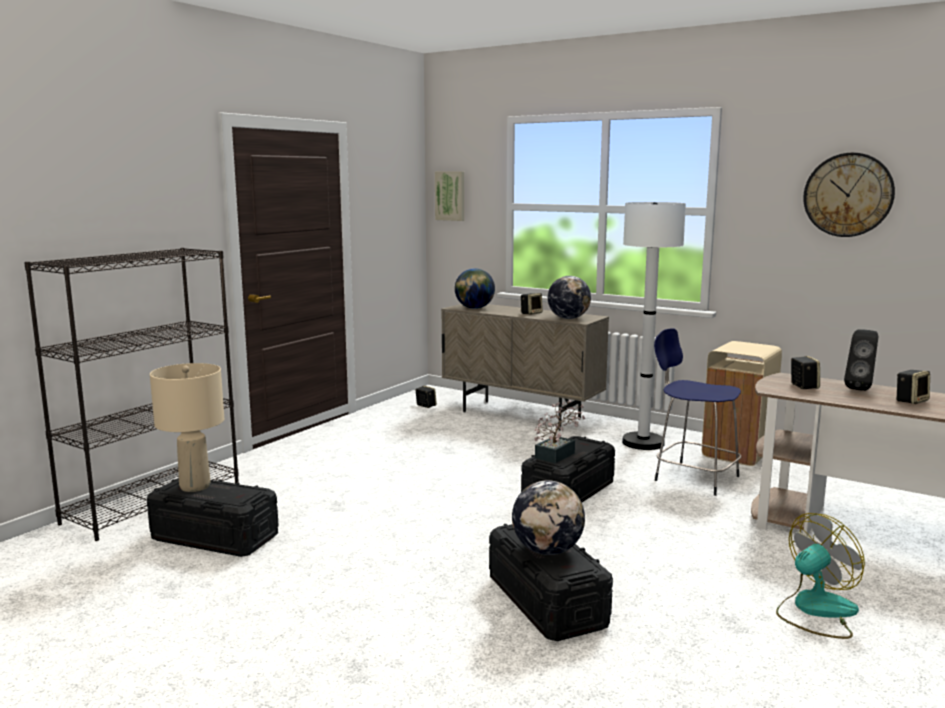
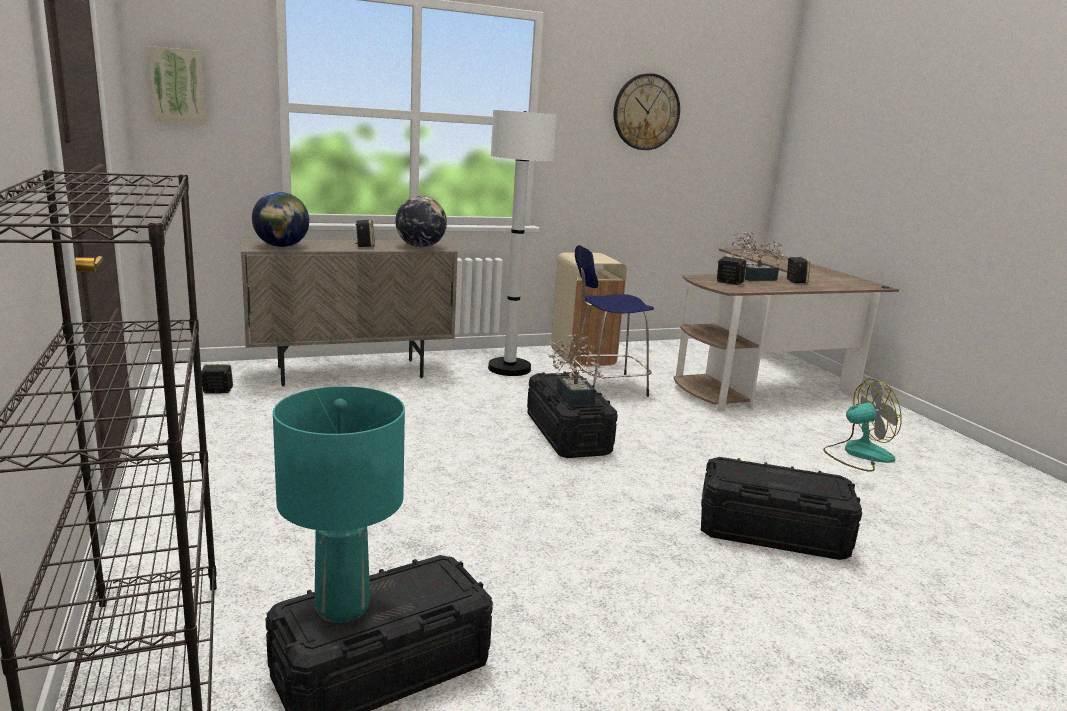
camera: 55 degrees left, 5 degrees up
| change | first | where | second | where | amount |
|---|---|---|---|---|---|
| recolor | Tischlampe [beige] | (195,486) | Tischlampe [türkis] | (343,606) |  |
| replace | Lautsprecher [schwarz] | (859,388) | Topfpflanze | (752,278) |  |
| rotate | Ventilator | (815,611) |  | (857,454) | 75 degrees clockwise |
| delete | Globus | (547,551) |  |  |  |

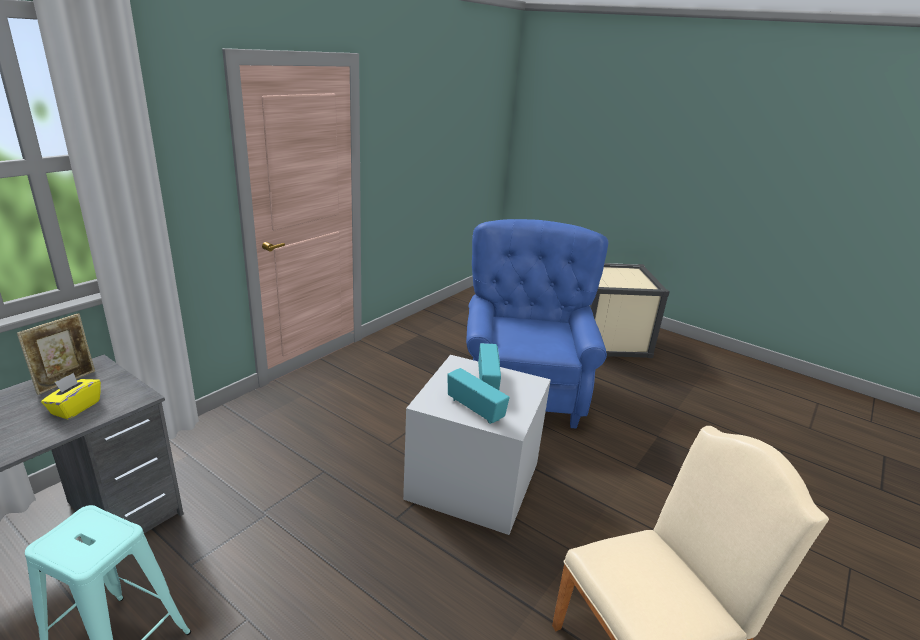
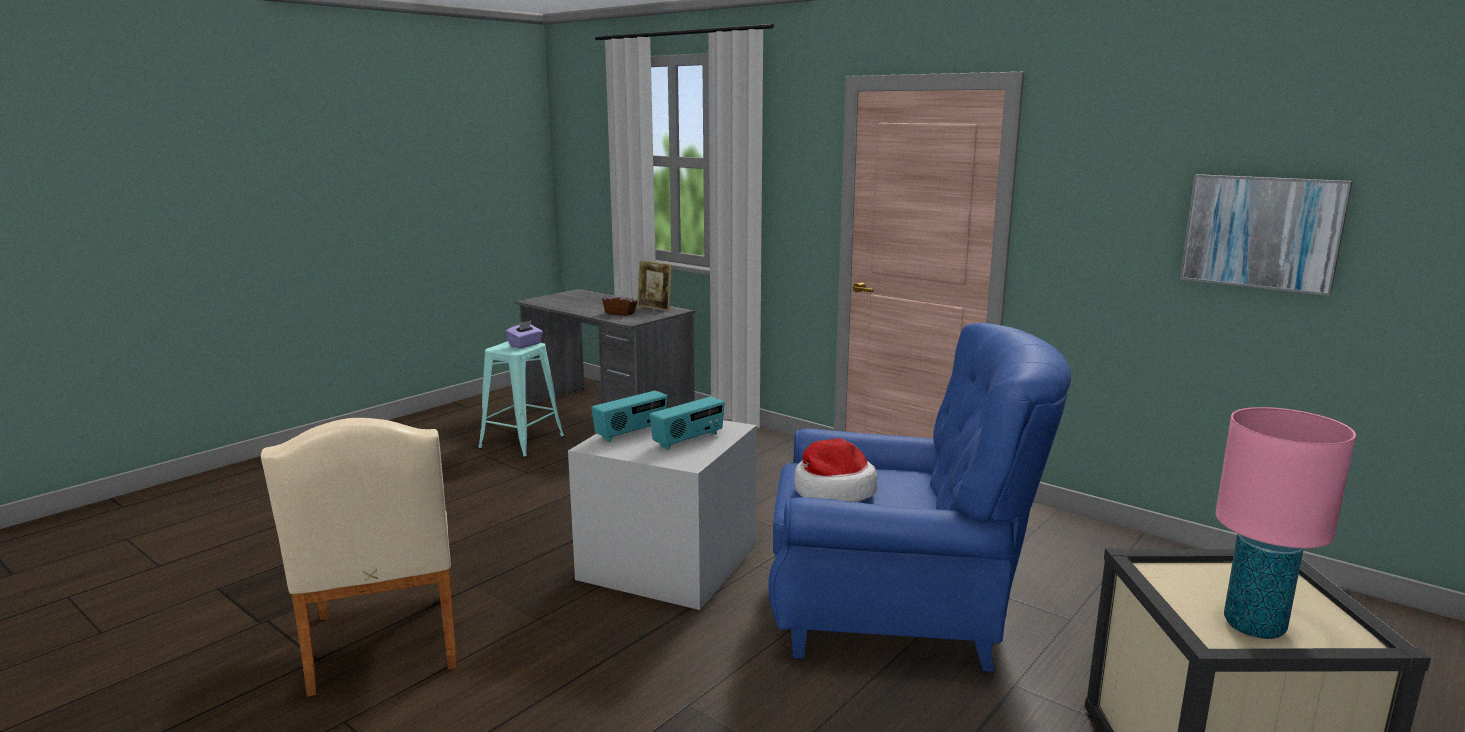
camera: 95 degrees right, 10 degrees down
| change | first | where | second | where | amount |
|---|---|---|---|---|---|
| insert |  |  | Taschentuchbox [lila] | (525,345) |  |
| recolor | Taschentuchbox [gelb] | (75,408) | Taschentuchbox [braun] | (620,313) |  |
| rotate | Radio | (488,382) |  | (688,440) | 45 degrees counterclockwise |
| insert |  |  | Hut | (833,491) |  |
| insert |  |  | Bild | (1261,232) |  |
| insert |  |  | Tischlampe [rosa] | (1254,626) |  |

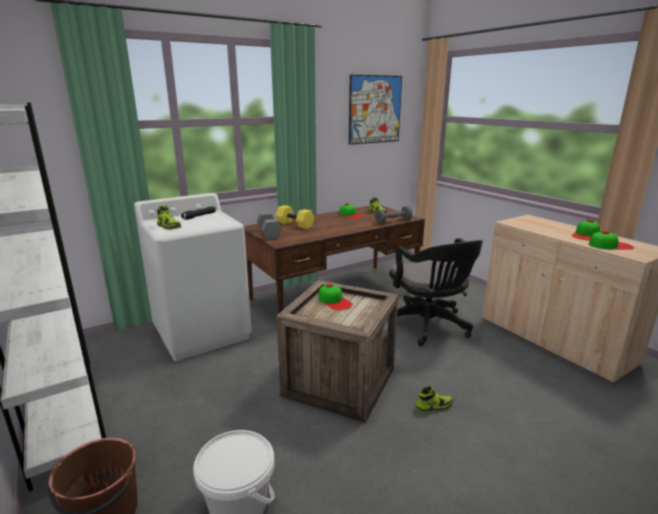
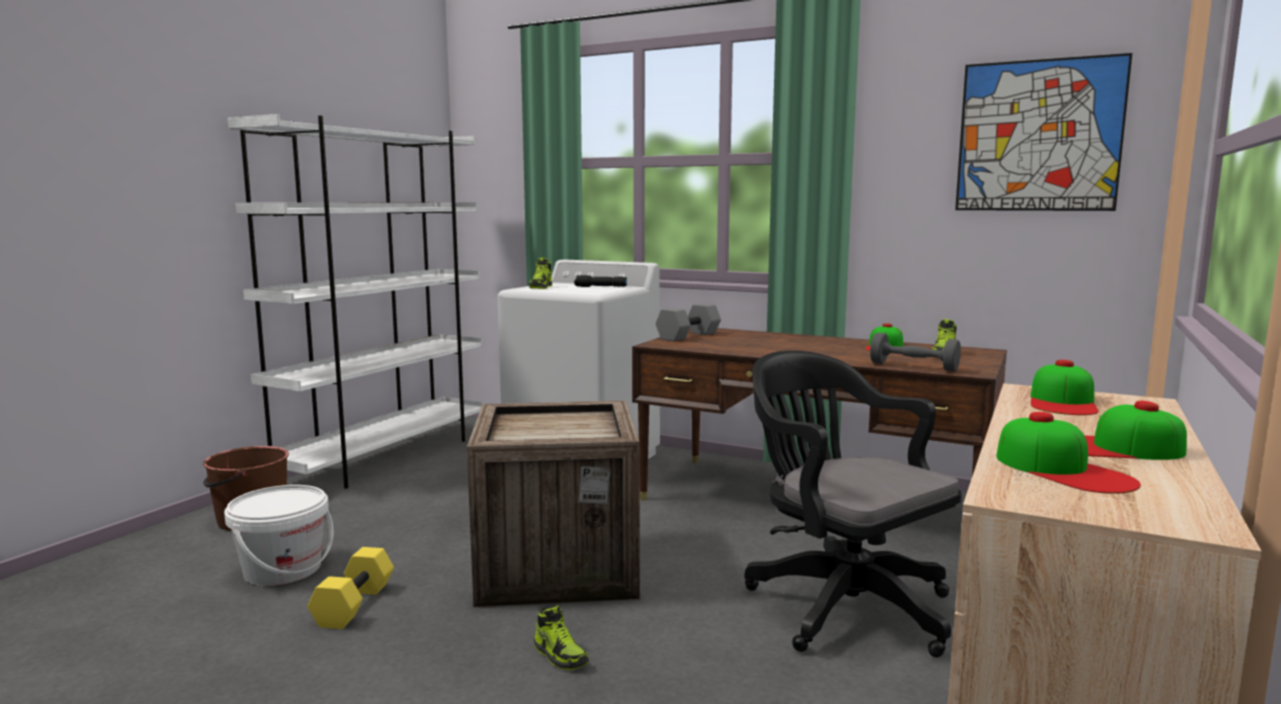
camera: 60 degrees right, 10 degrees down
| change | first | where | second | where | amount |
|---|---|---|---|---|---|
| move | Hantel [gelb] | (294,224) |  | (353,604) |  |
| rotate | Bürostuhl [schwarz] | (429,326) |  | (841,603) | 105 degrees clockwise |
| move | Kappe | (334,301) |  | (1063,402) |  |

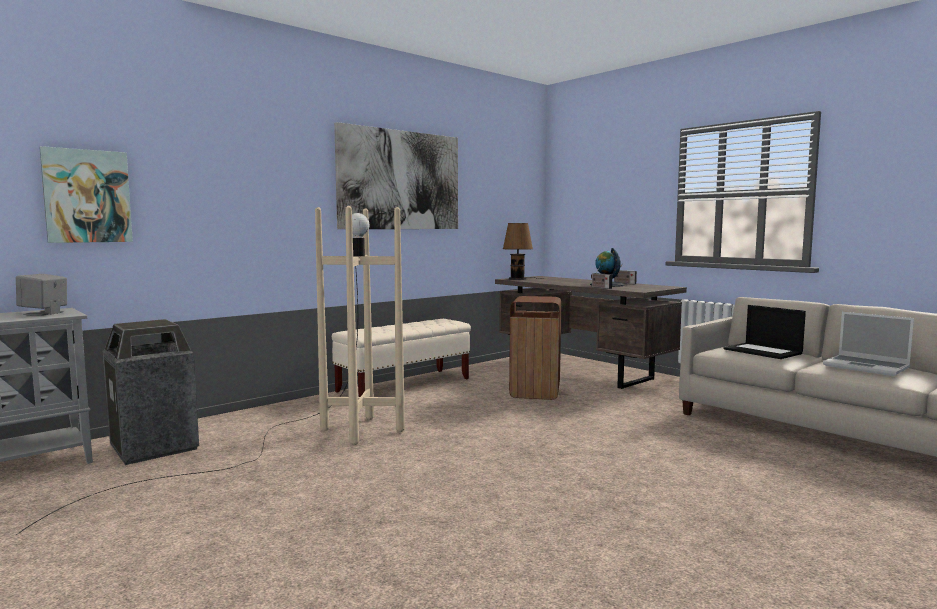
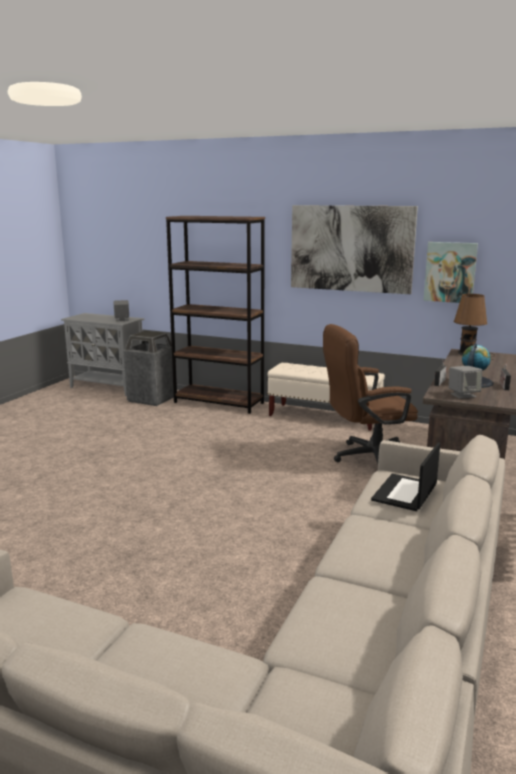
camera: 65 degrees right, 10 degrees up
| change | first | where | second | where | amount |
|---|---|---|---|---|---|
| insert |  |  | Bücherregal [braun] | (219,402) |  |
| replace | Mülleimer [braun] | (534,392) | Bürostuhl [braun] | (367,458) |  |
| move | Bild | (87,196) |  | (450,272) |  |
| insert |  |  | Lautsprecher [grau] | (463,395) |  |
| delete | Stehlampe [beige] | (296,445) |  |  |  |
| delete | Laptop | (867,367) |  |  |  |

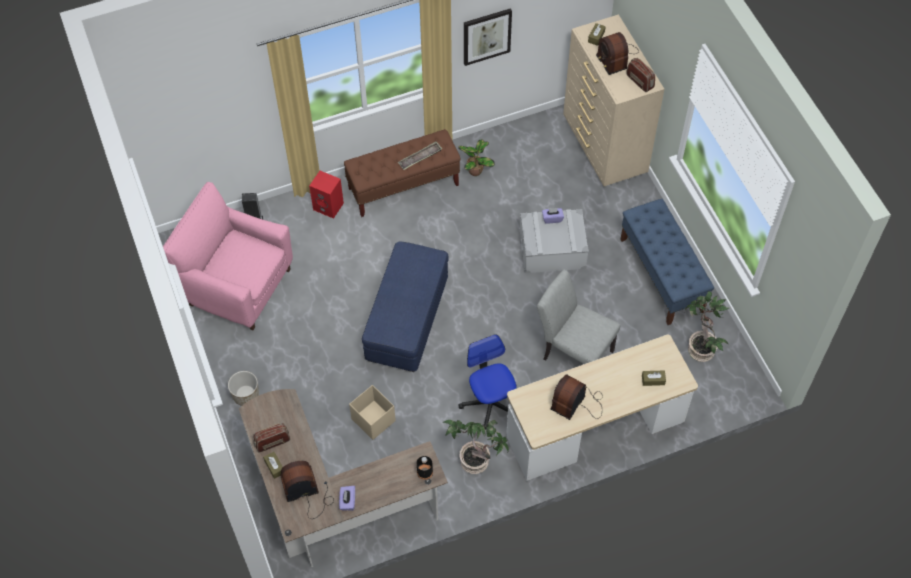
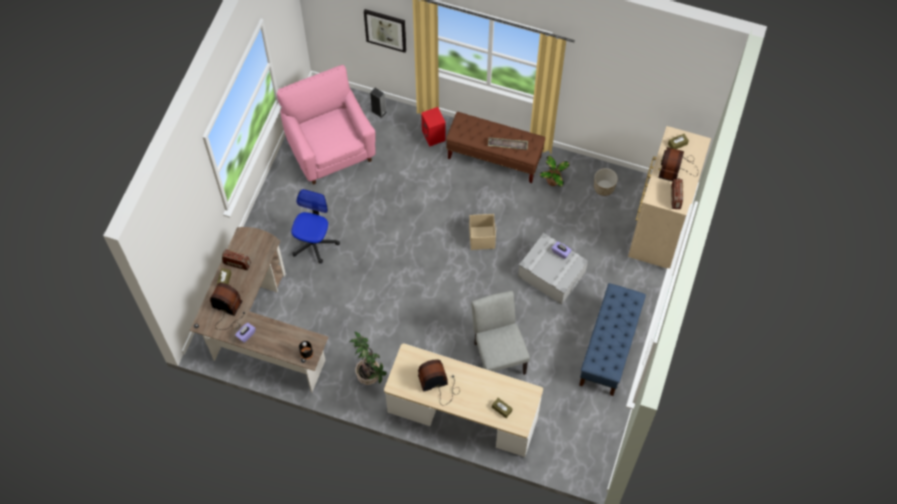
camera: 40 degrees right, 5 degrees up
| change | first | where | second | where | amount |
|---|---|---|---|---|---|
| move | Bürostuhl | (490,403) |  | (314,243) |  |
| move | Bild | (486,36) |  | (385,30) |  |
| move | Aufbewahrungsbox [beige] | (373,419) |  | (482,237) |  |
| move | Pflanzkübel | (246,395) |  | (604,187) |  |
| delete | Polsterhocker [blau] | (406,319) |  |  |  |
| delete | Topfpflanze | (699,350) |  |  |  |

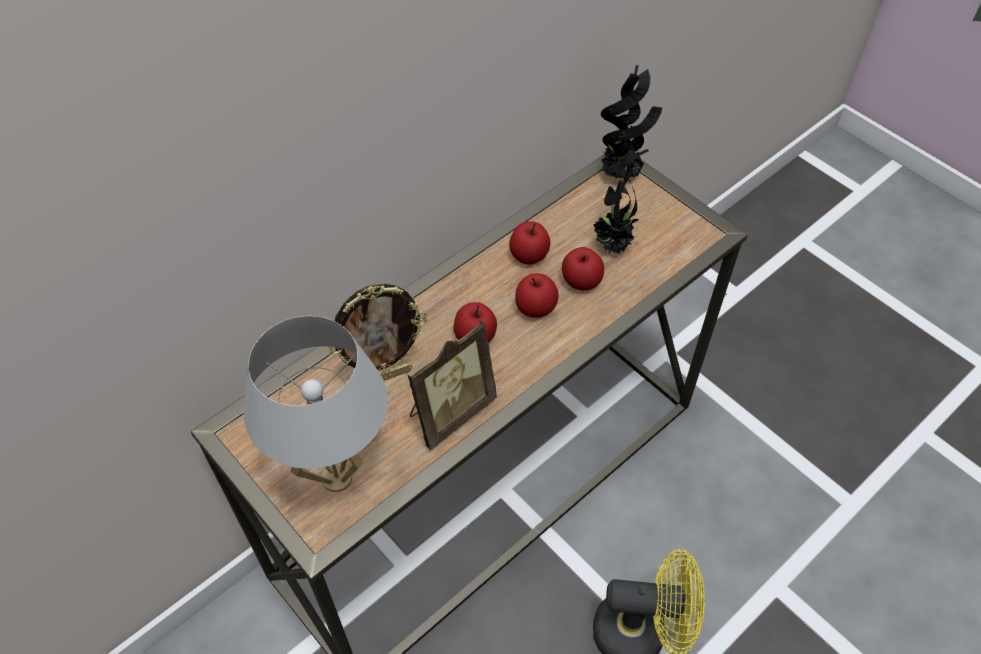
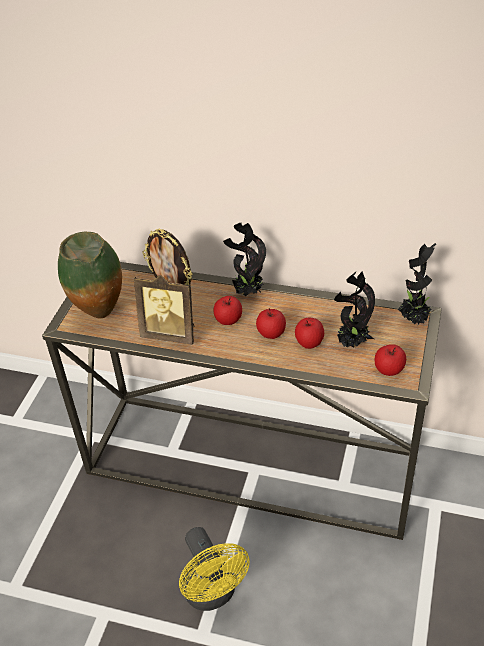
camera: 60 degrees right, 10 degrees down
| change | first | where | second | where | amount |
|---|---|---|---|---|---|
| replace | Tischlampe [weiß] | (336,479) | Vase | (101,316) |  |
| insert |  |  | Topfpflanze | (247,293) |  |
| move | Apfel | (529,255) |  | (389,370) |  |

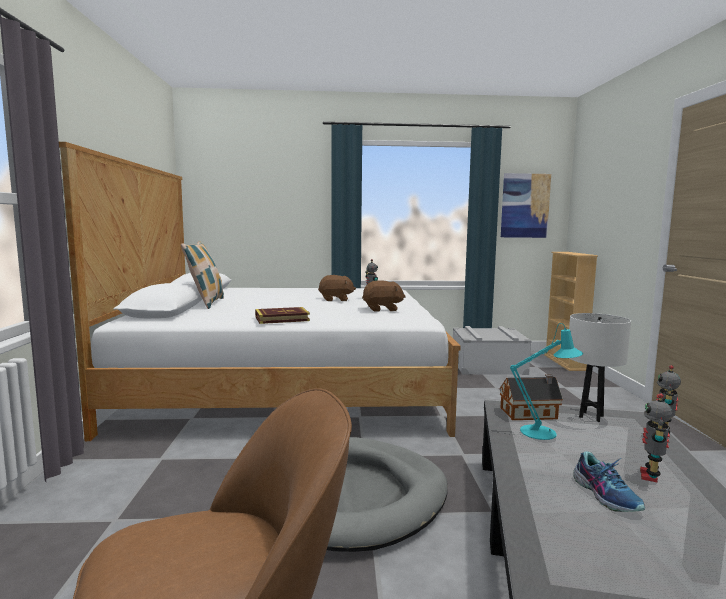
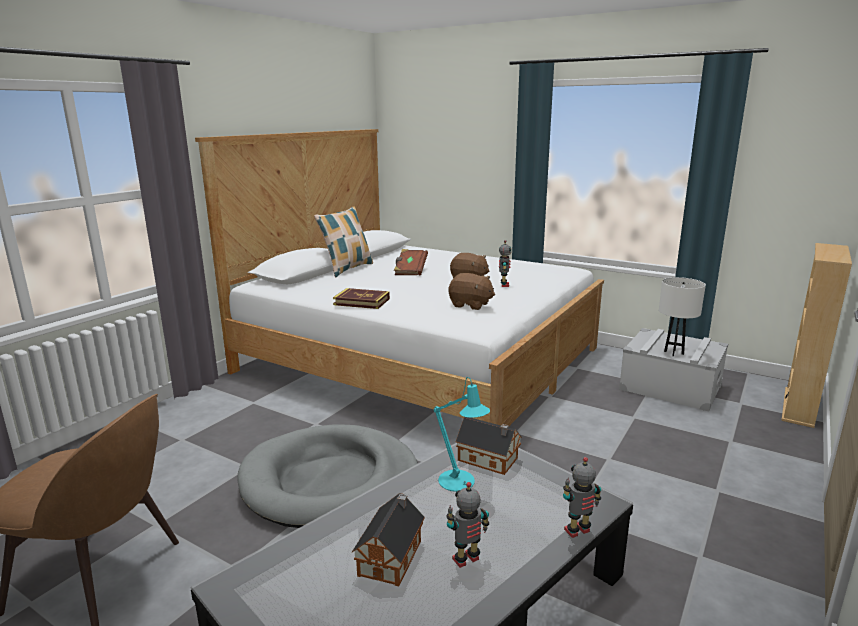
camera: 35 degrees right, 10 degrees up
| change | first | where | second | where | amount |
|---|---|---|---|---|---|
| replace | Schuh | (606,495) | Spielzeughaus | (392,556) |  |
| insert |  |  | Buch [braun] | (410,271) |  |
| move | Tischlampe [weiß] | (591,416) |  | (673,352) |  |
| delete | Bild | (525,205) |  |  |  |

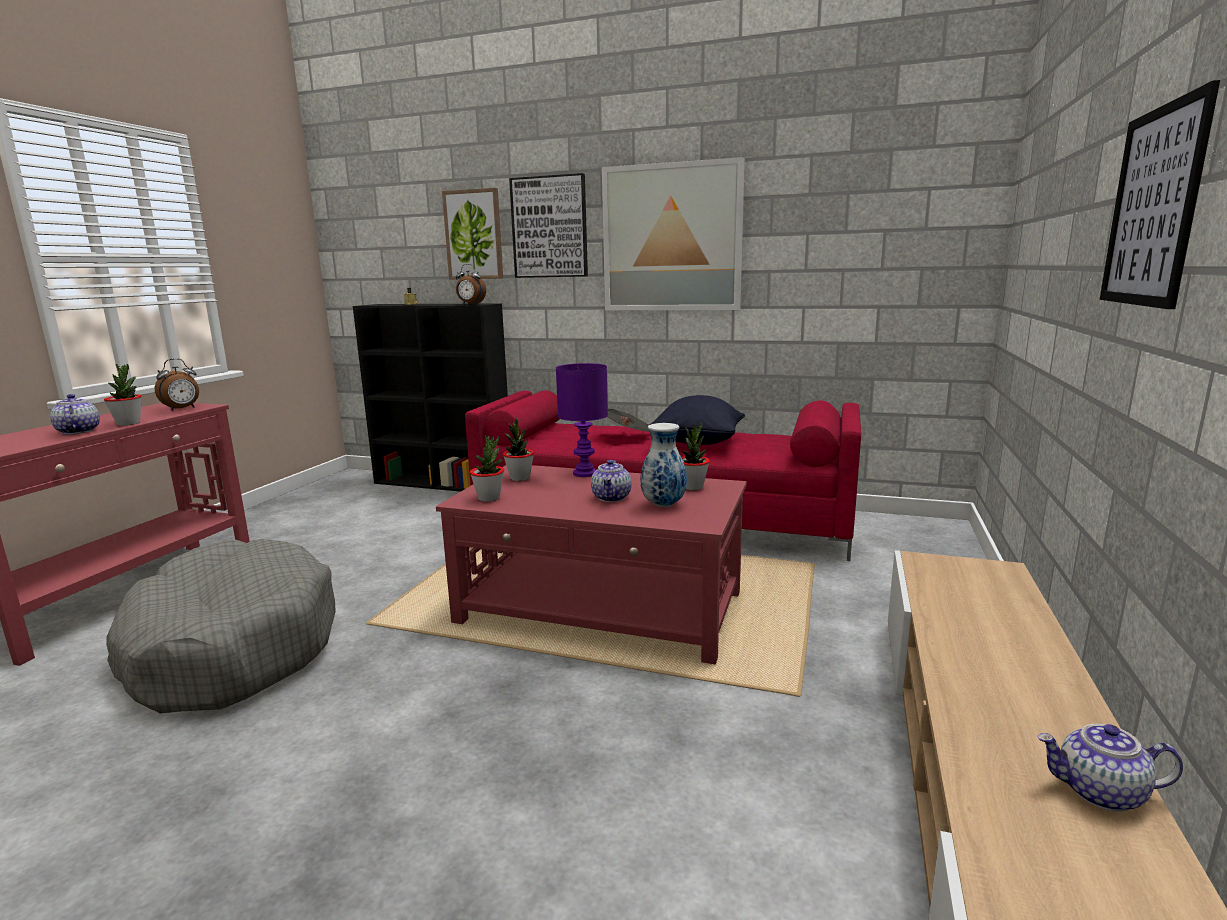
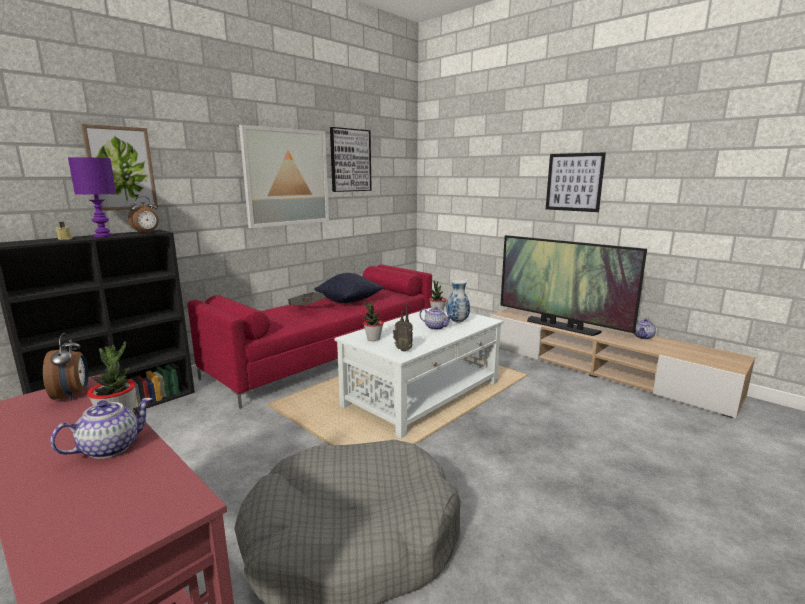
camera: 65 degrees left, 0 degrees up
| change | first | where | second | where | amount |
|---|---|---|---|---|---|
| rotate | Teekanne | (77,431) |  | (110,447) | 135 degrees clockwise |
| move | Tischlampe [lila] | (585,473) |  | (104,236) |  |
| move | Bild | (550,227) |  | (350,160) |  |
| recolor | Couchtisch [rot] | (601,608) | Couchtisch [weiß] | (423,394) |  |
| replace | Topfpflanze | (489,498) | Radio | (403,349) |  |
| insert |  |  | Fernseher | (561,326) |  |

